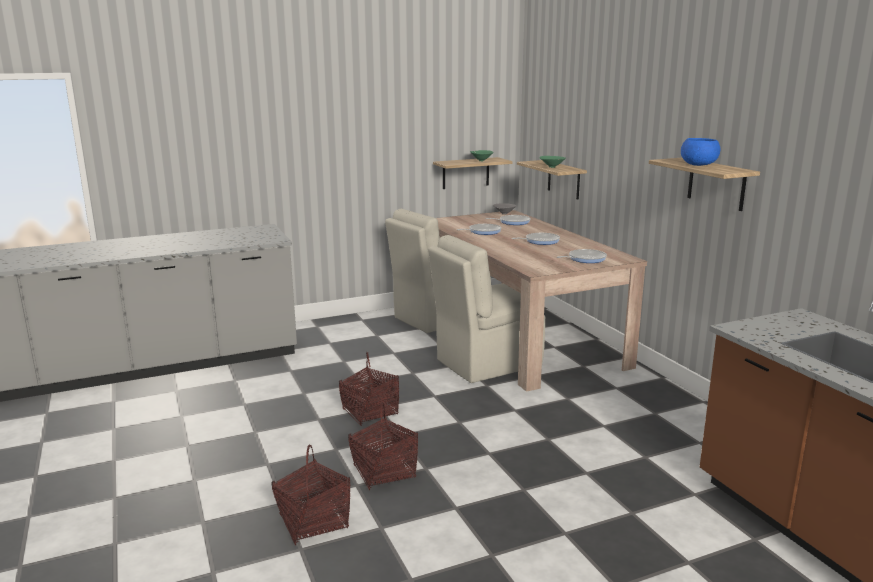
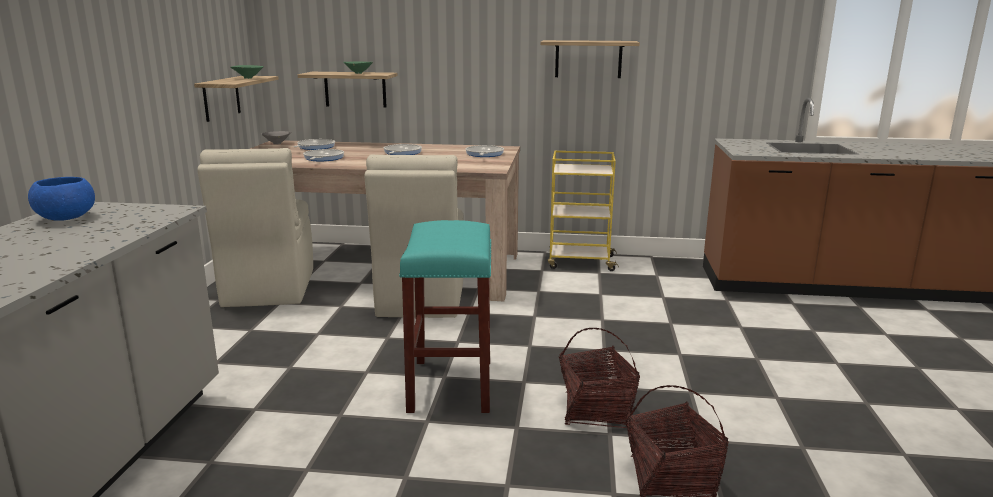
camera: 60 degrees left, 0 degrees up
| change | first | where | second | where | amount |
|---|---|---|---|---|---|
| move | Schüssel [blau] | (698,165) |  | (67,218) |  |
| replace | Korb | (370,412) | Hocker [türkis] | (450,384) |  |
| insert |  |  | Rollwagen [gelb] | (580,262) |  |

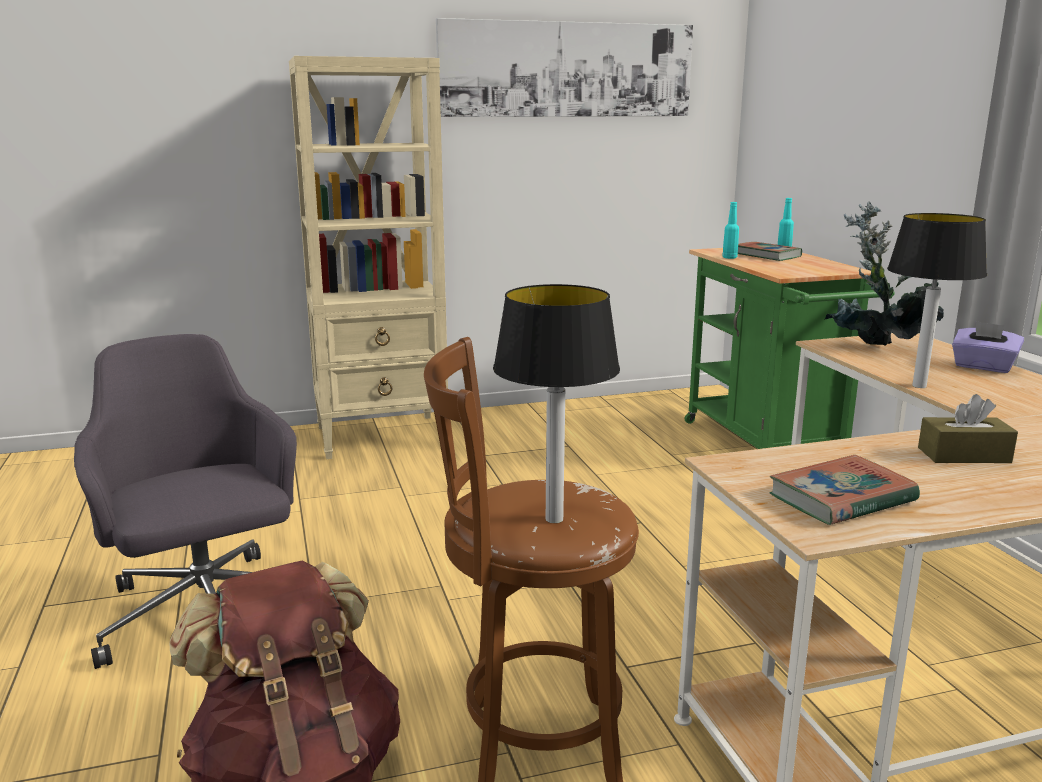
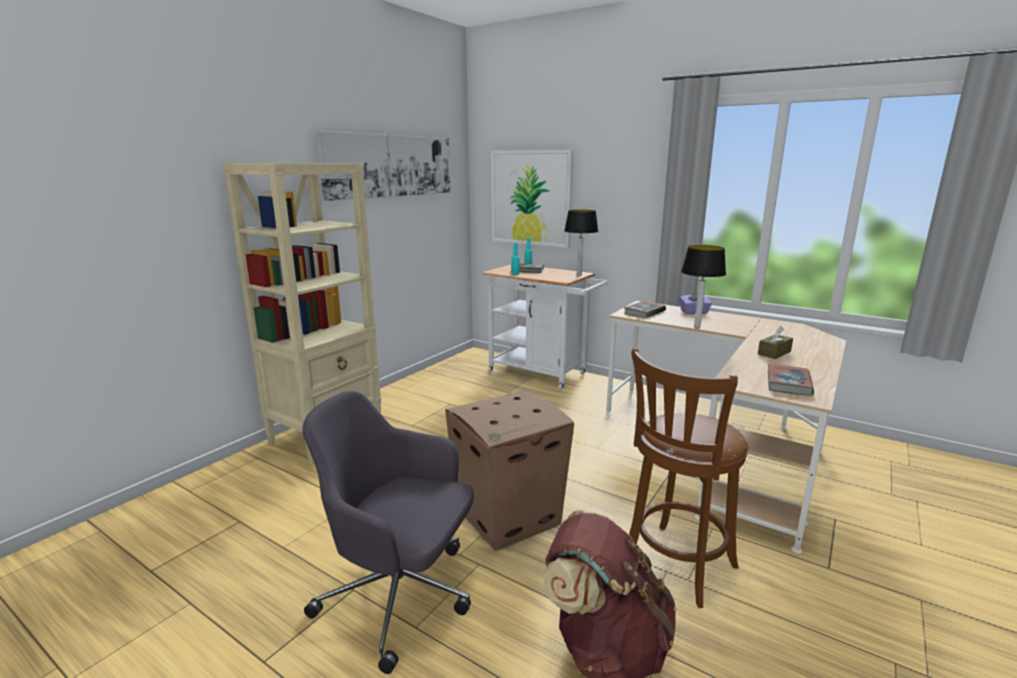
camera: 40 degrees left, 0 degrees up
| change | first | where | second | where | amount |
|---|---|---|---|---|---|
| insert |  |  | Karton | (509,516) |  |
| recolor | Rollwagen [grün] | (768,446) | Rollwagen [weiß] | (542,374) |  |
| insert |  |  | Bild | (531,198) |  |
| move | Tischlampe | (555,519) |  | (579,275) |  |
| replace | Topfpflanze | (874,348) | Buch | (644,312) |  |

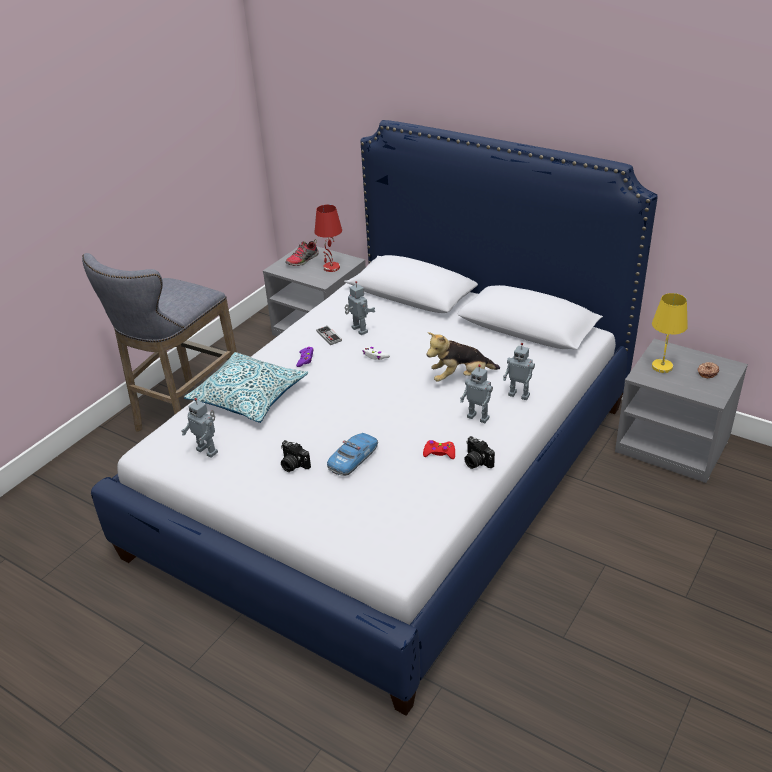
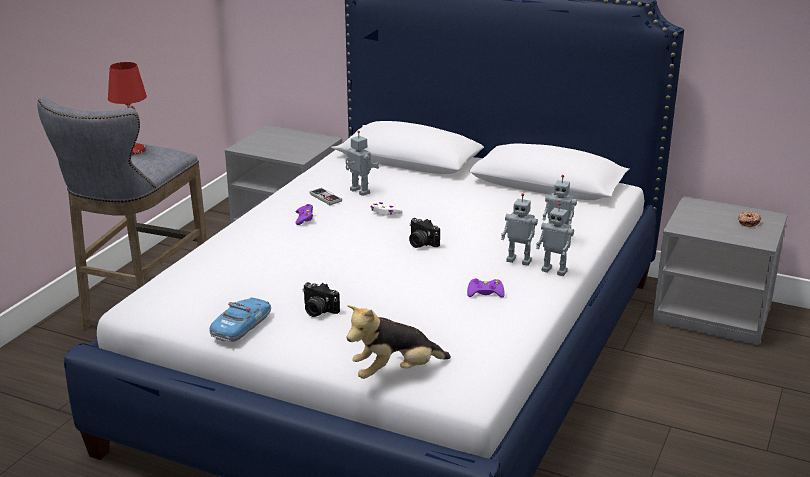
camera: 10 degrees left, 10 degrees down
| change | first | where | second | where | amount |
|---|---|---|---|---|---|
| move | Tischlampe [rot] | (331,268) |  | (133,150) |  |
| move | Spielzeugauto | (353,459) |  | (242,326) |  |
| move | Plüschtier | (460,377) |  | (395,372) |  |
| move | Kamera | (476,462) |  | (421,243) |  |
| recolor | Gamepad [rot] | (439,453) | Gamepad [lila] | (485,293) |  |
| move | Spielzeugroboter | (208,450) |  | (555,271) |  |
| delete | Kissen | (249,397) |  |  |  |
| delete | Schuh | (303,260) |  |  |  |
| delete | Tischlampe [gelb] | (661,366) |  |  |  |

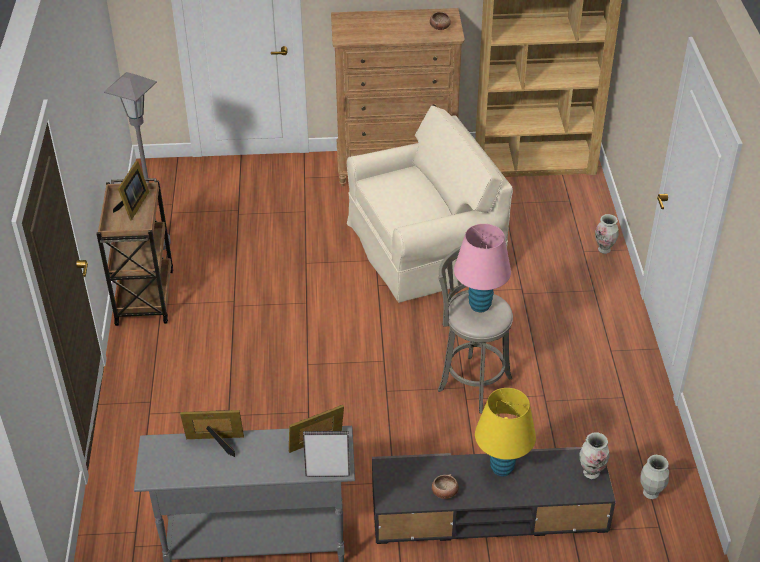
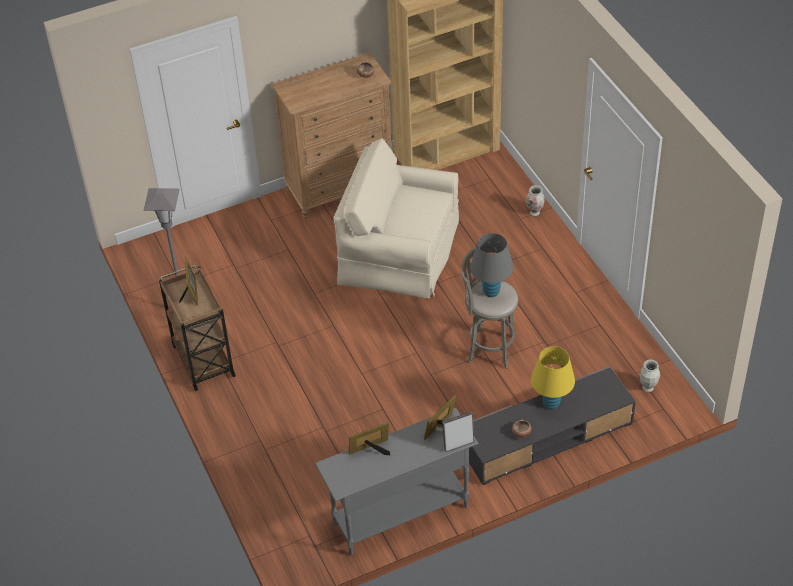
camera: 20 degrees left, 5 degrees up
| change | first | where | second | where | amount |
|---|---|---|---|---|---|
| rotate | Sessel [beige] | (425,247) |  | (399,251) | 120 degrees counterclockwise |
| recolor | Tischlampe [rosa] | (480,306) | Tischlampe [grau] | (491,292) |  |
| delete | Vase | (591,473) |  |  |  |

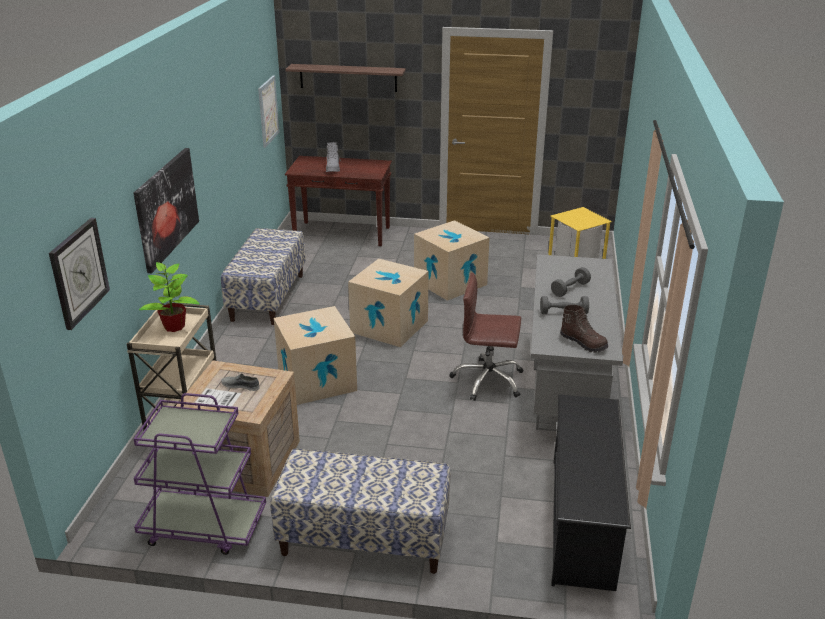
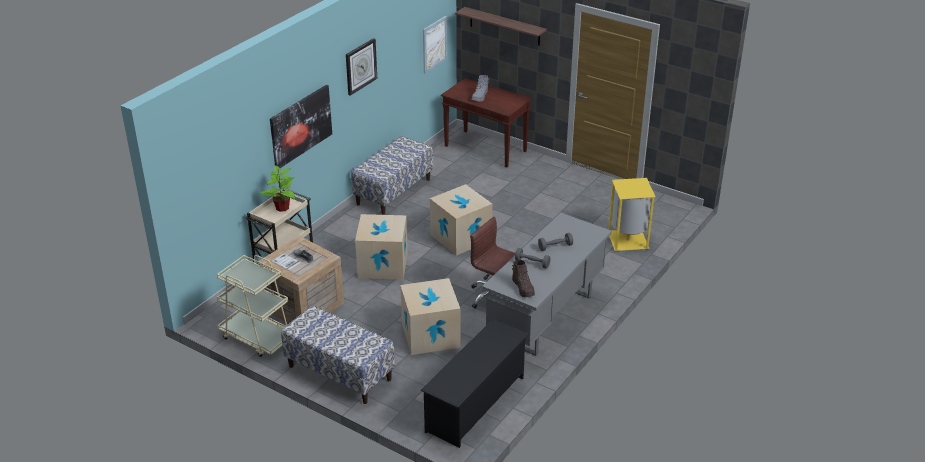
camera: 25 degrees right, 5 degrees up
| change | first | where | second | where | amount |
|---|---|---|---|---|---|
| recolor | Rollwagen [lila] | (203,527) | Rollwagen [beige] | (257,337) |  |
| move | Wanduhr | (78,272) |  | (360,66) |  |
| move | Karton | (450,282) |  | (430,335) |  |

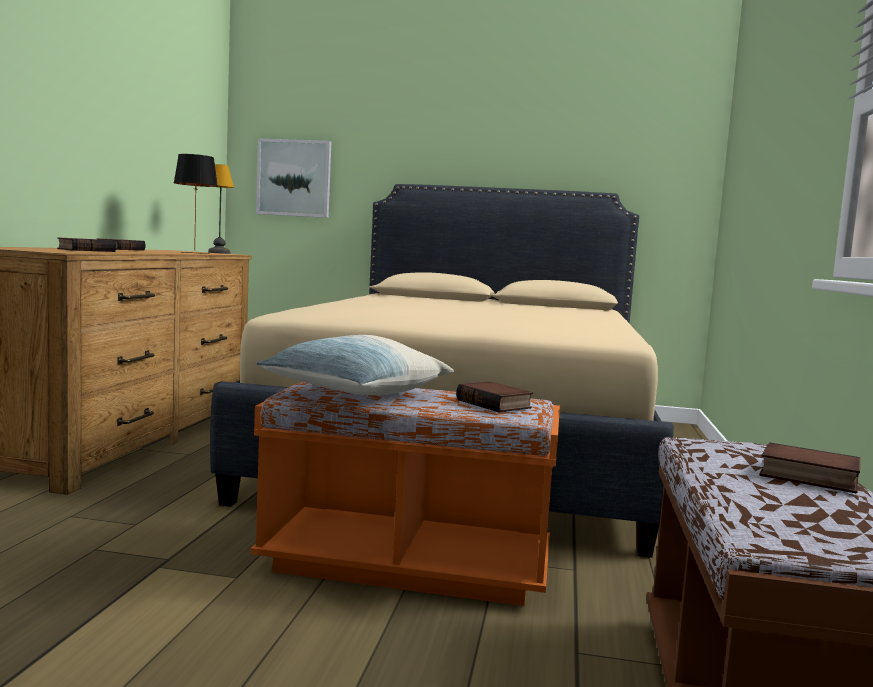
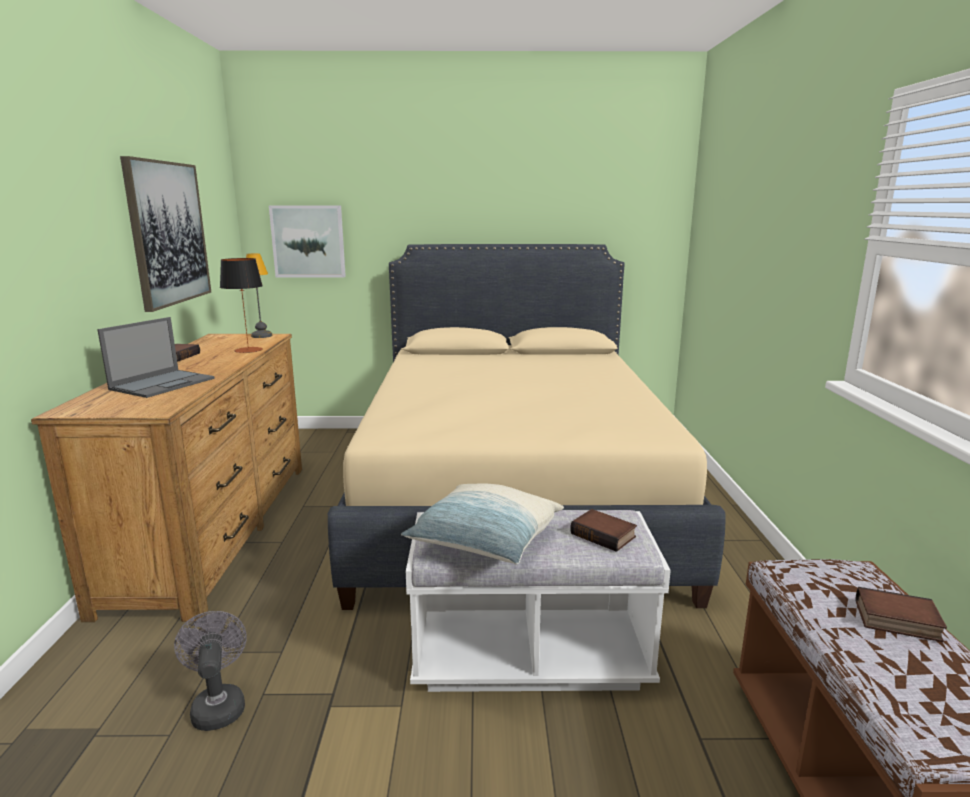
camera: 10 degrees left, 10 degrees up
| change | first | where | second | where | amount |
|---|---|---|---|---|---|
| replace | Buch | (86,250) | Laptop | (163,383) |  |
| insert |  |  | Bild | (168,233) |  |
| insert |  |  | Ventilator [grau] | (218,705) |  |
| recolor | Bank [orange] | (407,564) | Bank [weiß] | (530,657) |  |

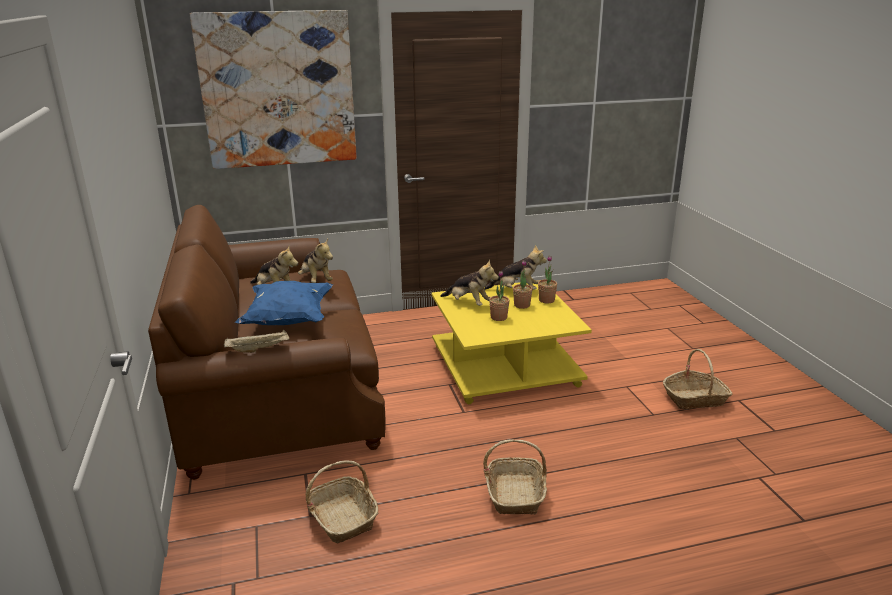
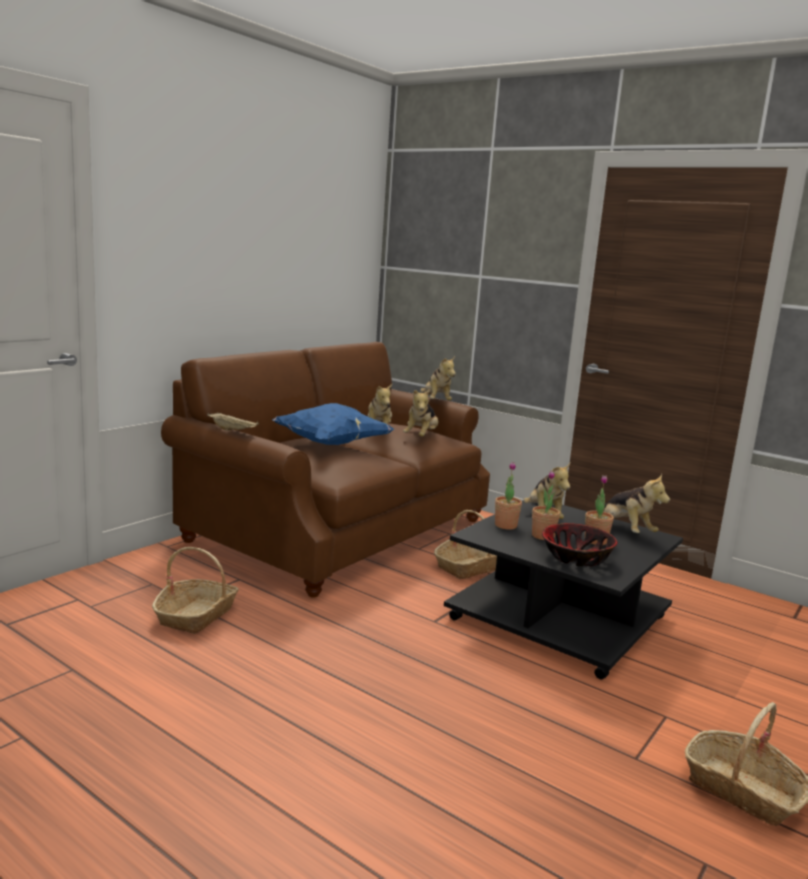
camera: 50 degrees right, 10 degrees down
| change | first | where | second | where | amount |
|---|---|---|---|---|---|
| insert |  |  | Plüschtier | (436,402) |  |
| move | Korb | (515,494) |  | (469,567) |  |
| recolor | Couchtisch [gelb] | (503,365) | Couchtisch [schwarz] | (557,616) |  |
| move | Topfpflanze | (546,300) |  | (505,525) |  |
| insert |  |  | Schüssel | (576,558) |  |
| delete | Bild | (278,90) |  |  |  |

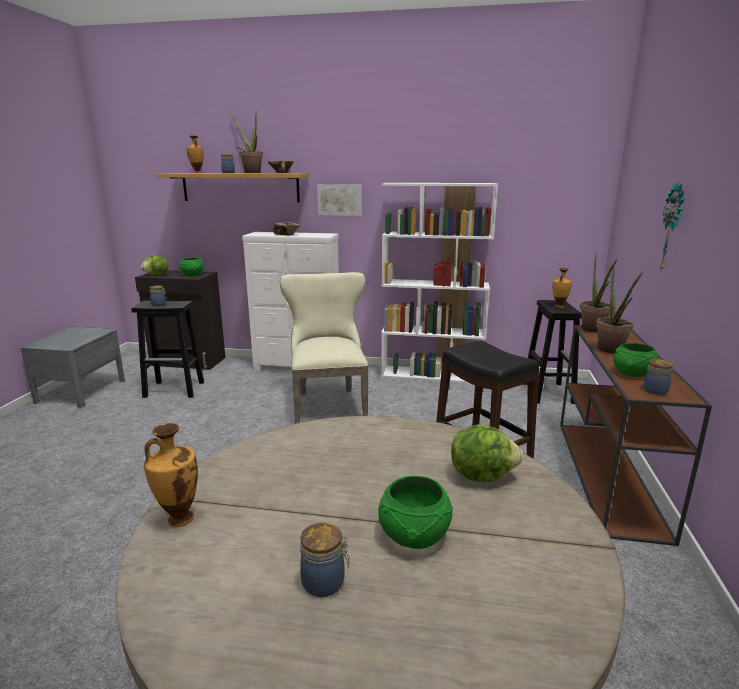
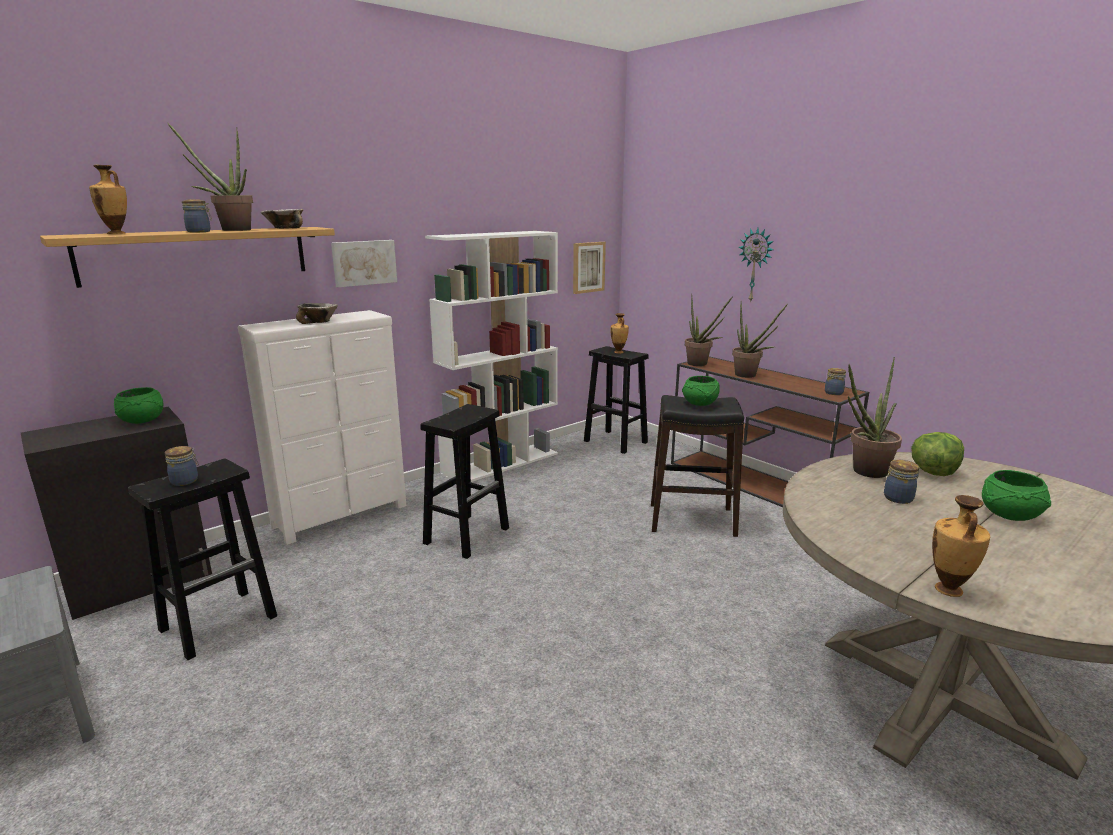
camera: 50 degrees left, 0 degrees up
| change | first | where | second | where | amount |
|---|---|---|---|---|---|
| replace | Stuhl [beige] | (328,404) | Hocker [schwarz] | (467,535) |  |
| insert |  |  | Bild | (588,267) |  |
| move | Schüssel [grün] | (632,374) |  | (700,404) |  |
| insert |  |  | Topfpflanze | (864,473) |  |
| move | Vorratsglas | (325,583) |  | (898,498) |  |
| delete | Salatkopf | (157,275) |  |  |  |

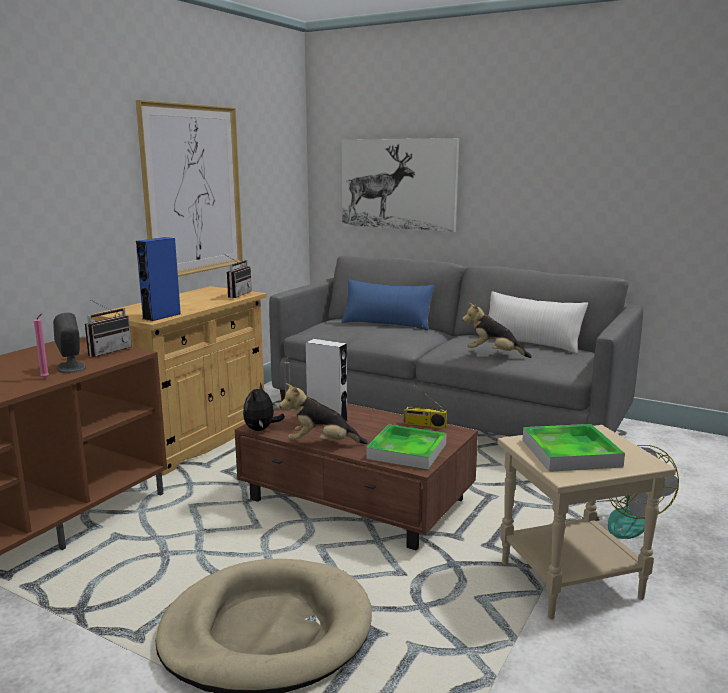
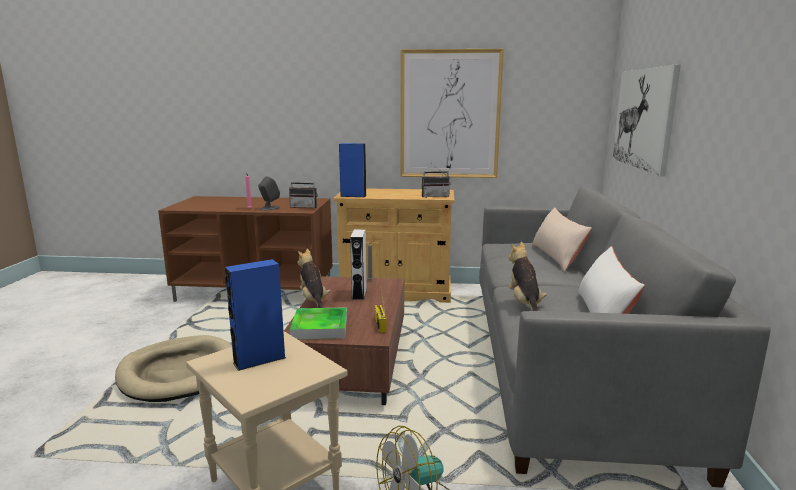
camera: 65 degrees right, 0 degrees up
| change | first | where | second | where | amount |
|---|---|---|---|---|---|
| replace | Tablett | (570,453) | Lautsprecher [blau] | (259,360) |  |
| recolor | Kissen [blau] | (387,324) | Kissen [beige] | (557,256) |  |
| delete | Plüschtier | (261,429) |  |  |  |

